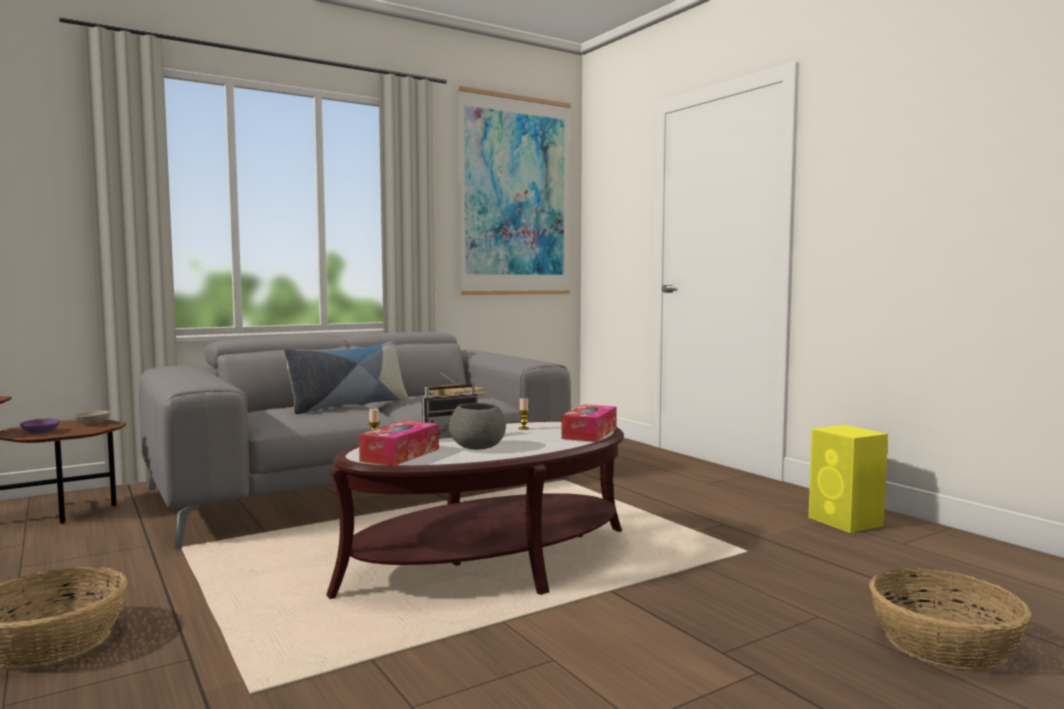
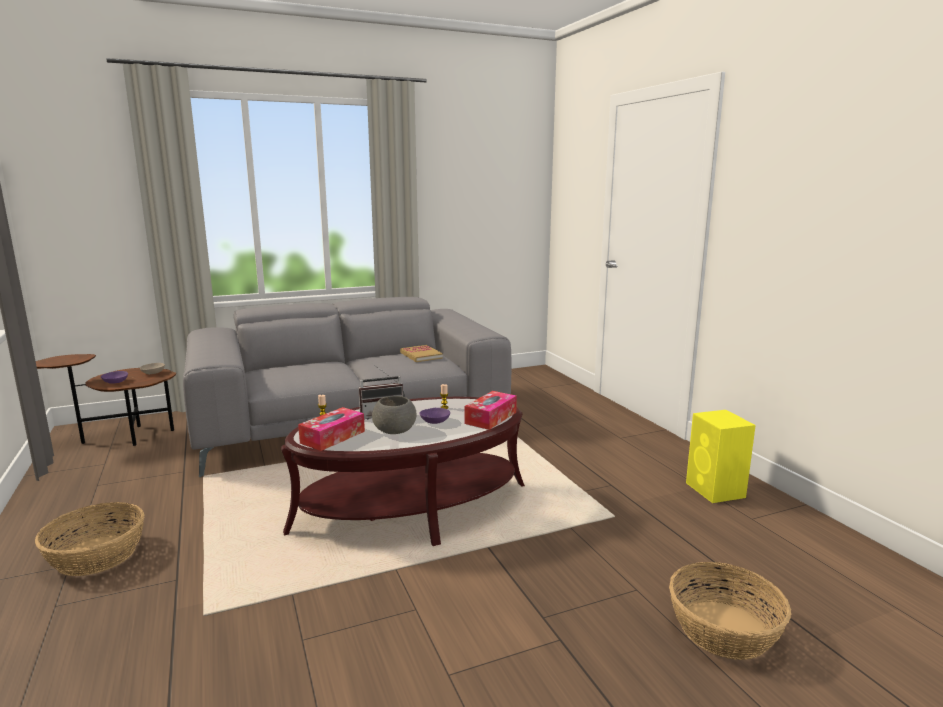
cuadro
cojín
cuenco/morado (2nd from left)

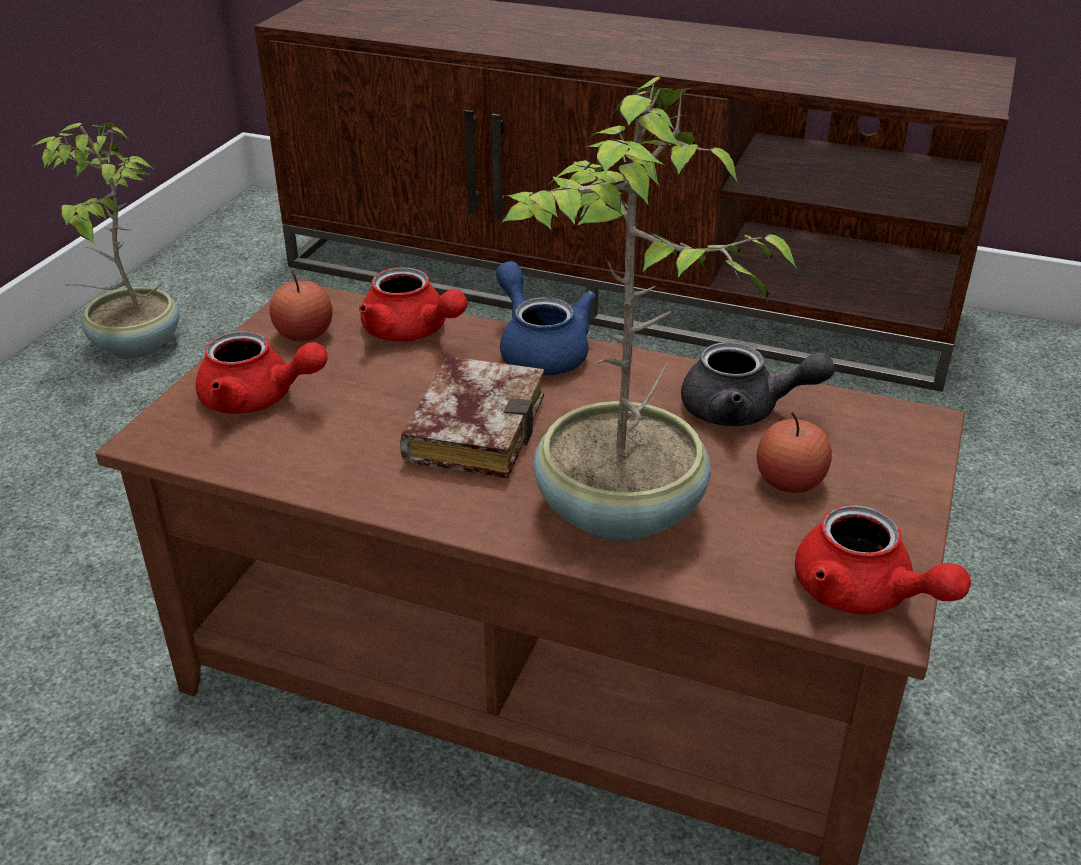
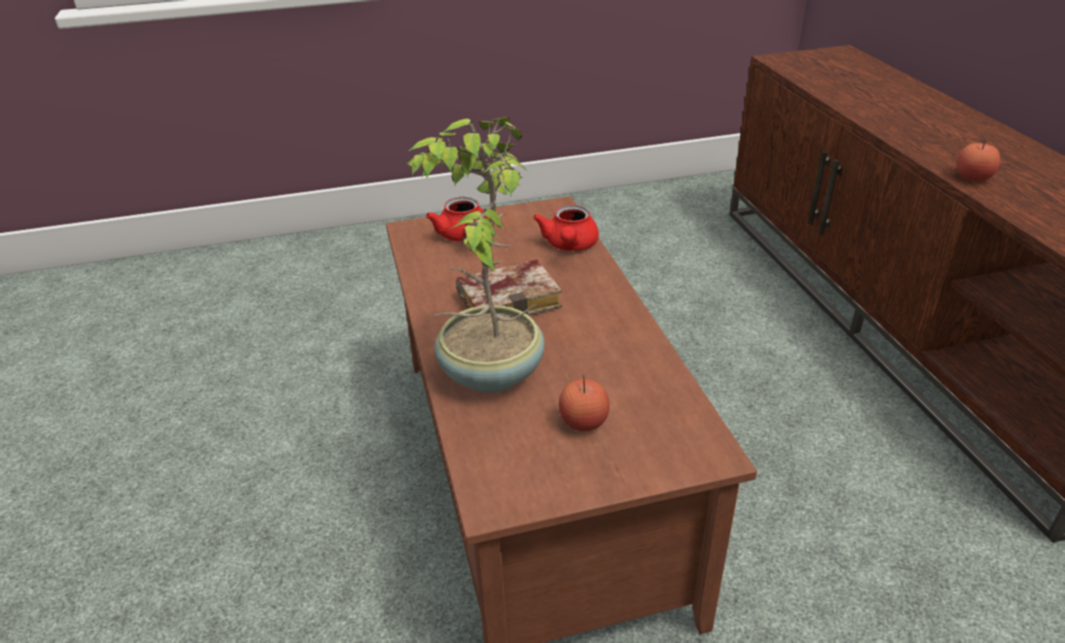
planta en maceta (1st from left in the first image)
tetera/azul
manzana (2nd from left)
tetera/gris
tetera/rojo (3rd from left in the first image)

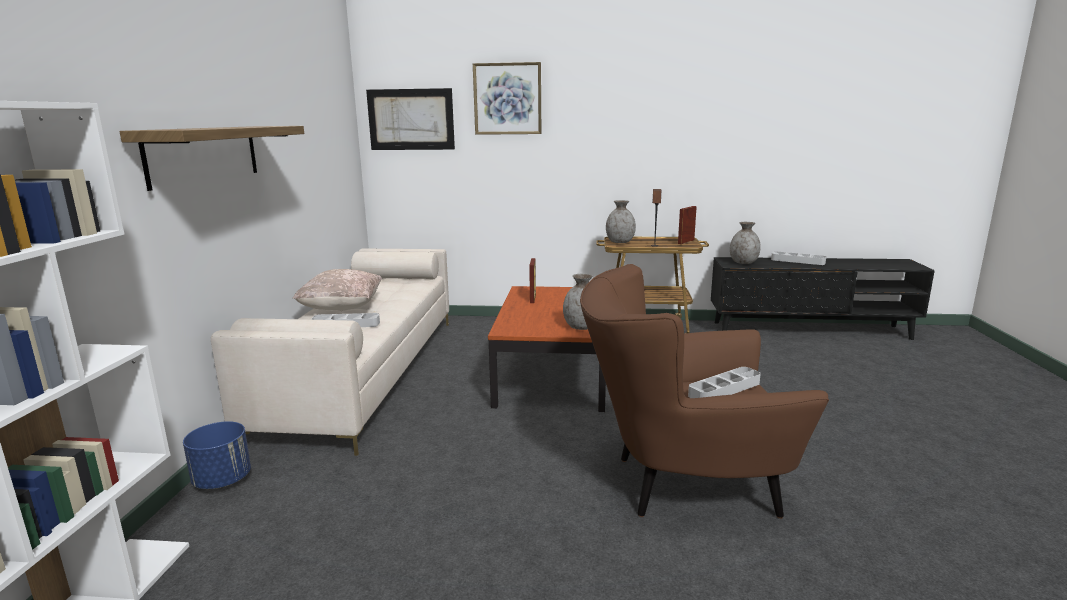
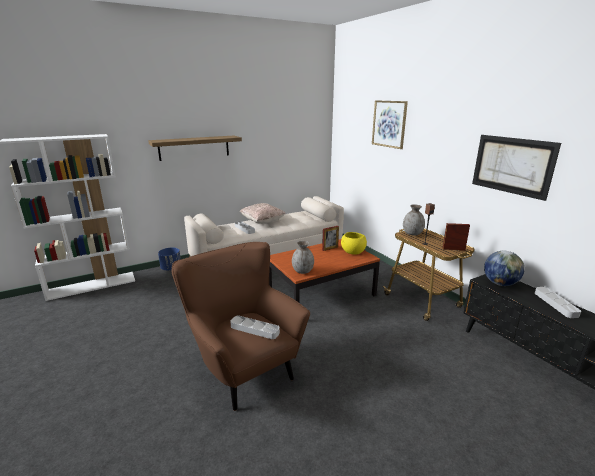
cuadro (2nd from left)
globo terráqueo
cuenco/amarillo

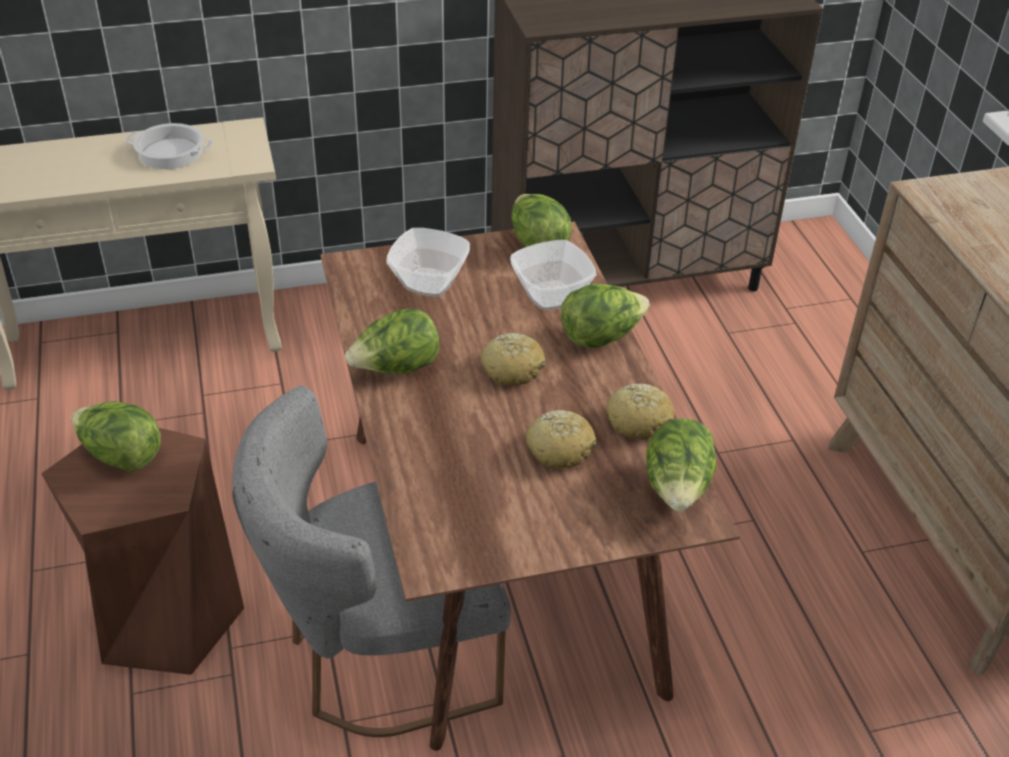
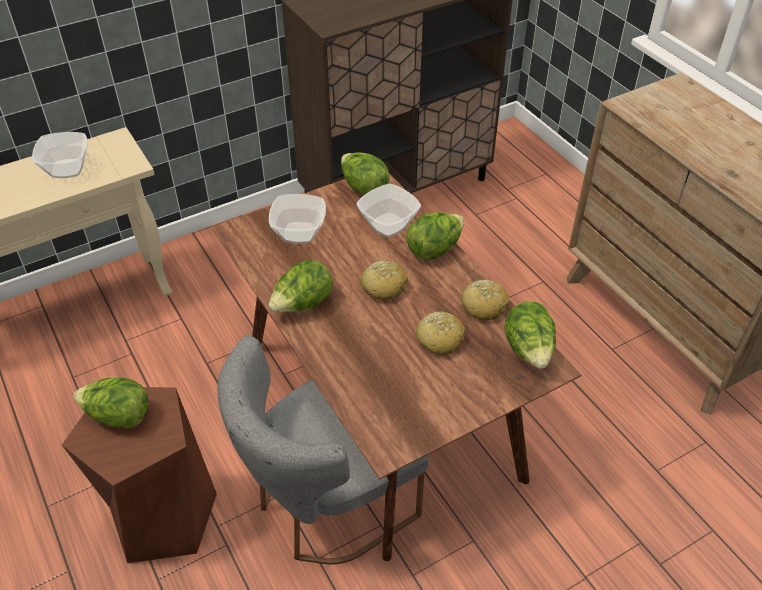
cuenco (1st from left)

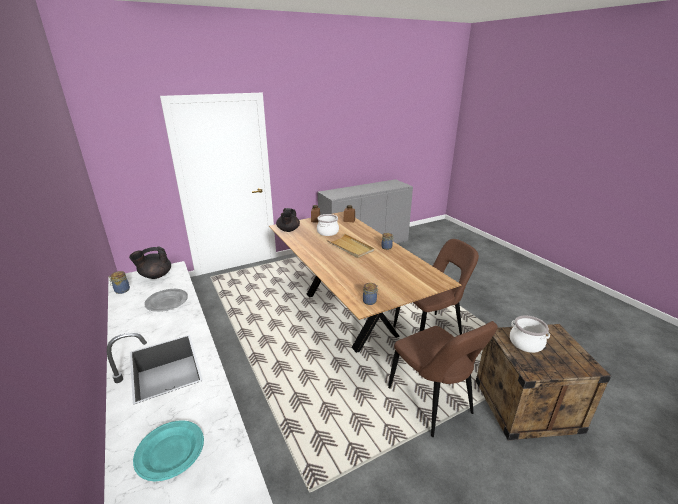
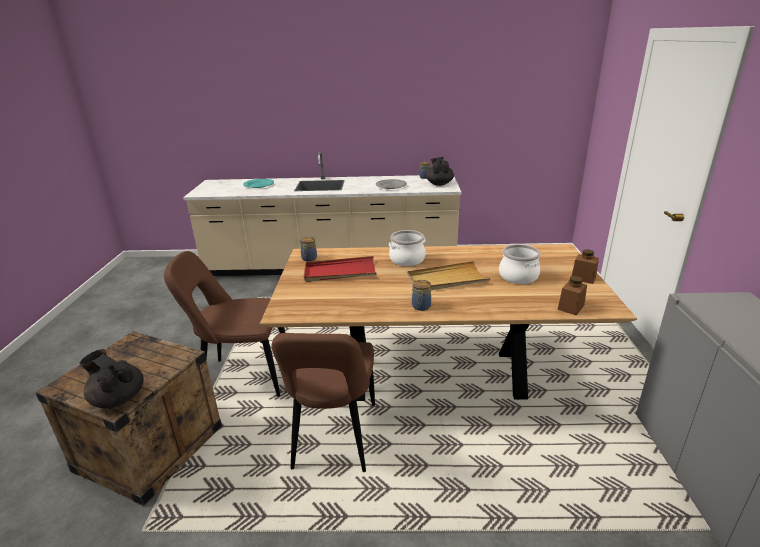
tetera/negro (1st from left)
olla (1st from left)
bandeja/rojo

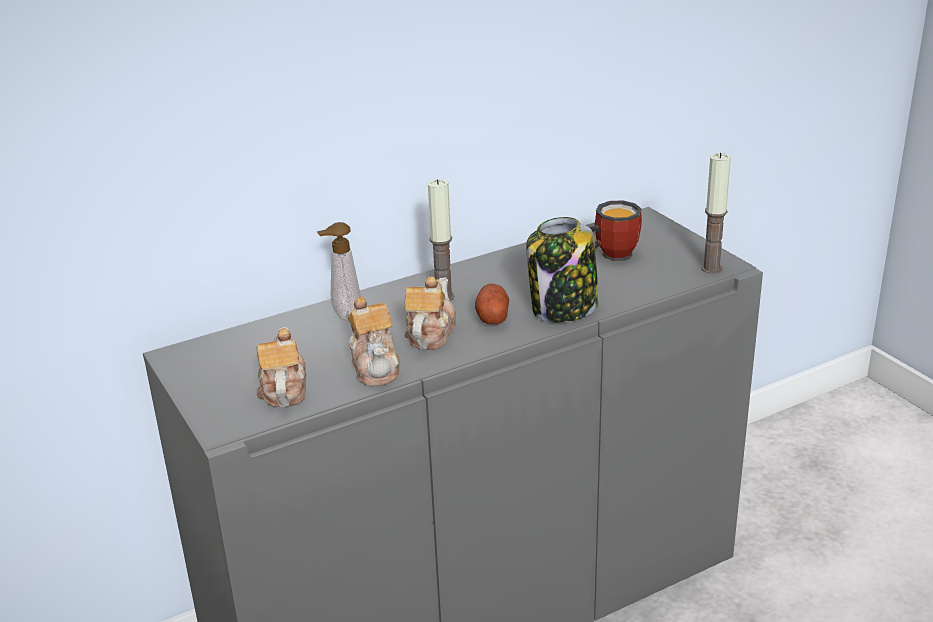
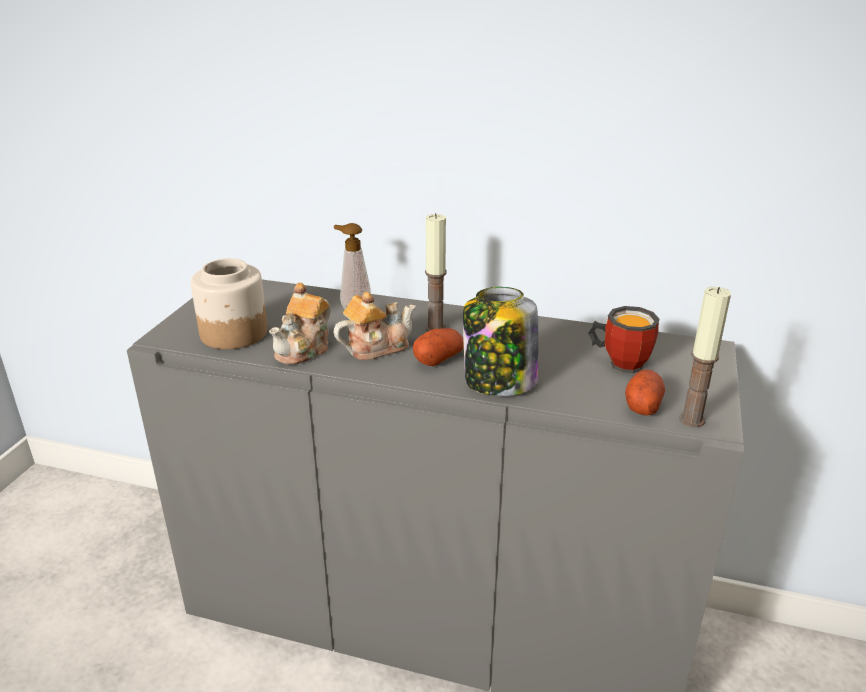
tarro (1st from left)
patata (2nd from left)

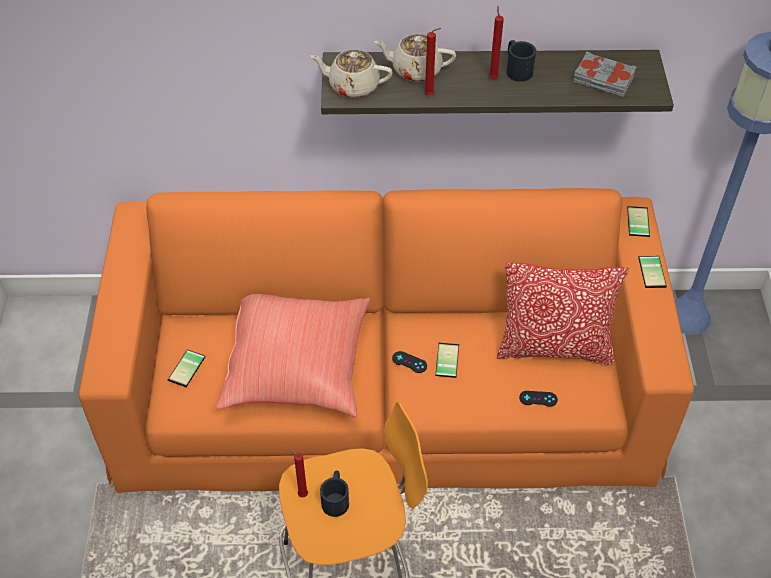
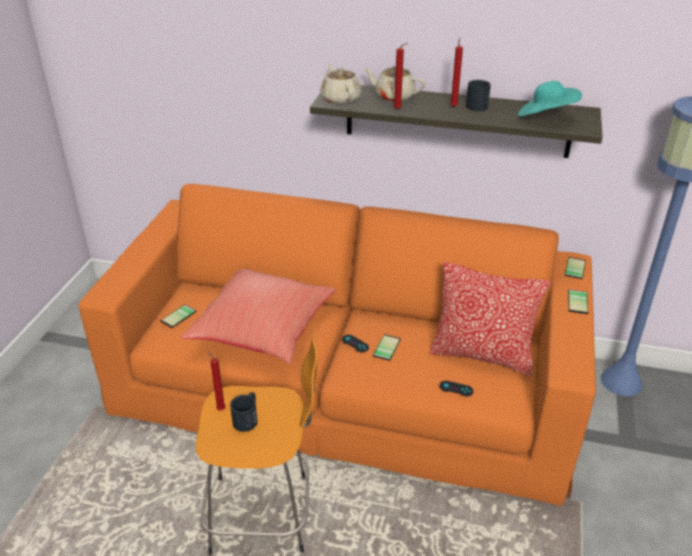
tetera/beis (1st from left)
sombrero/turquesa

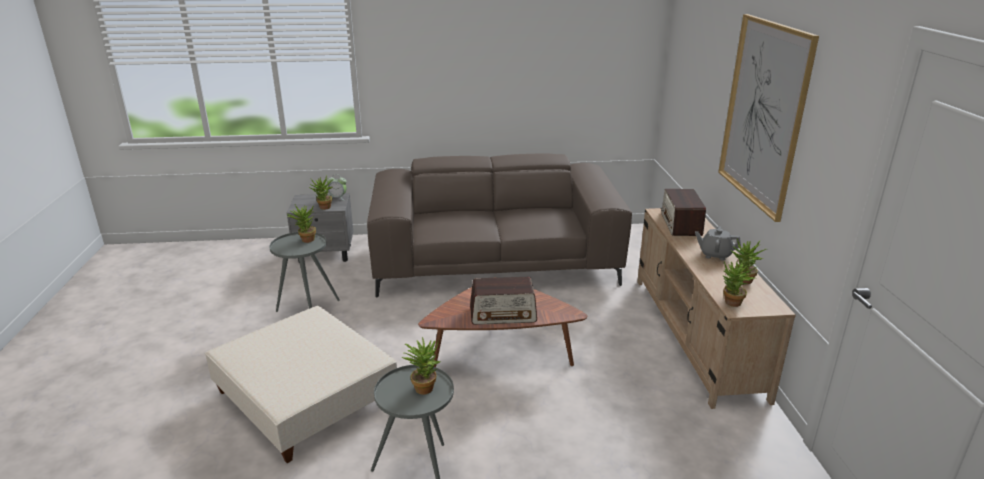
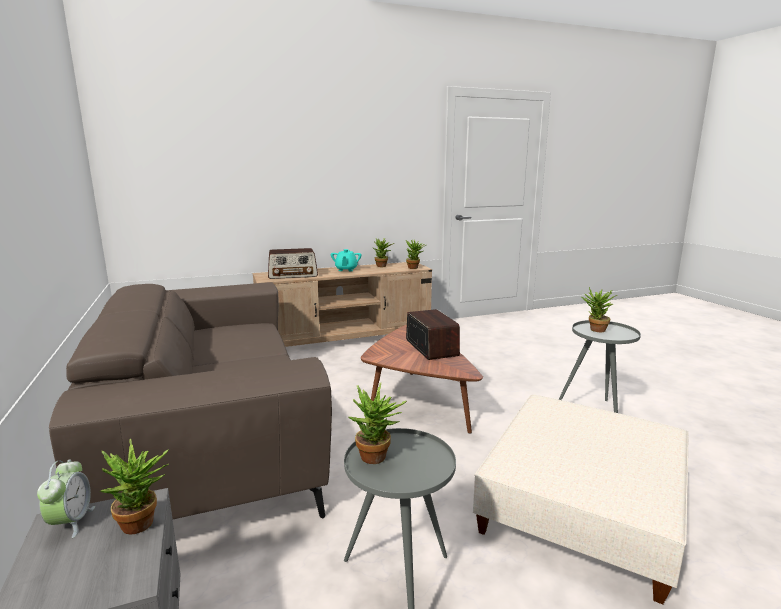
cuadro
tetera/turquesa

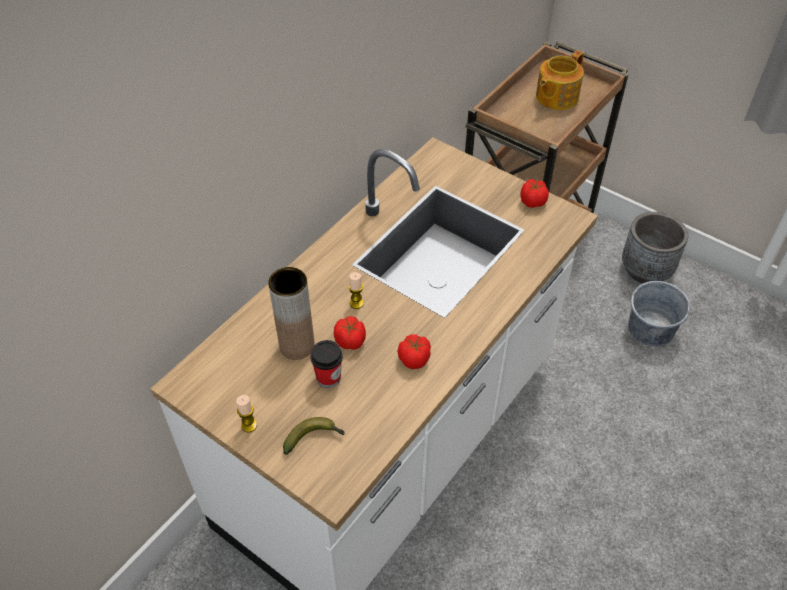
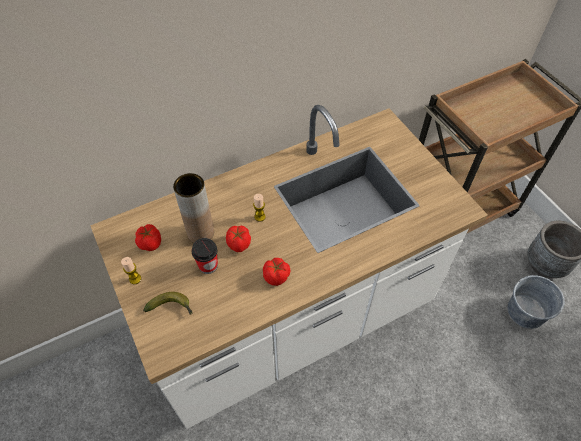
tetera
tomate (1st from left)

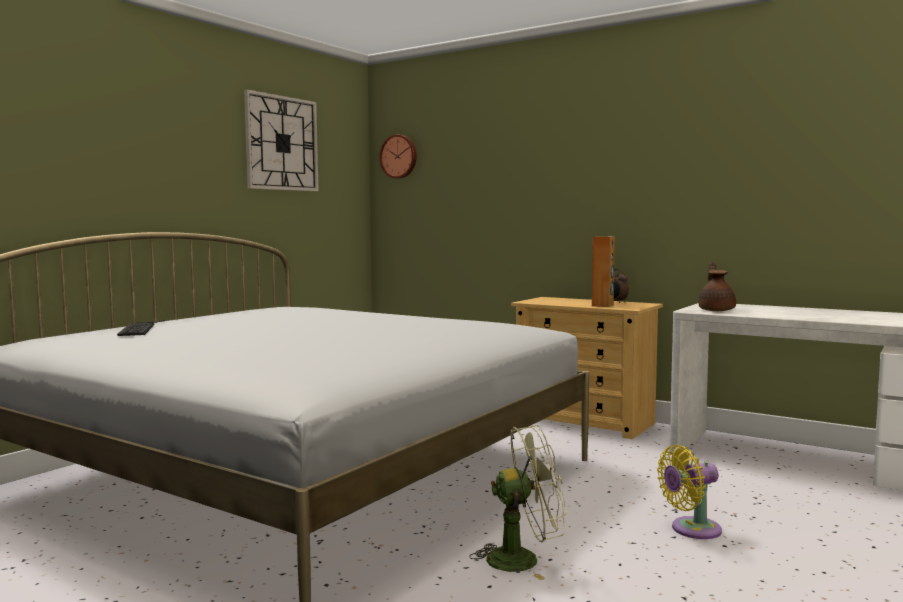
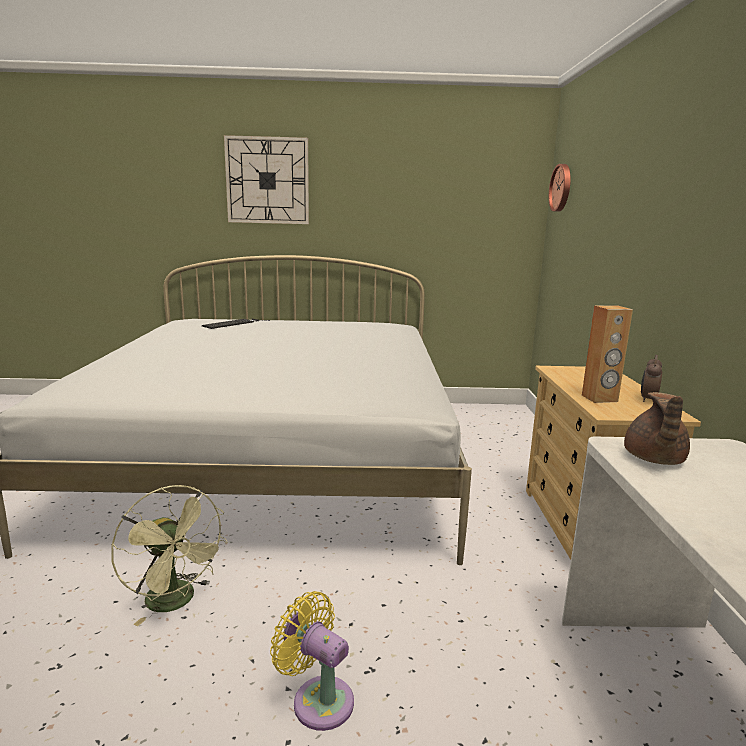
reloj de pared (1st from left)
tetera/marrón

